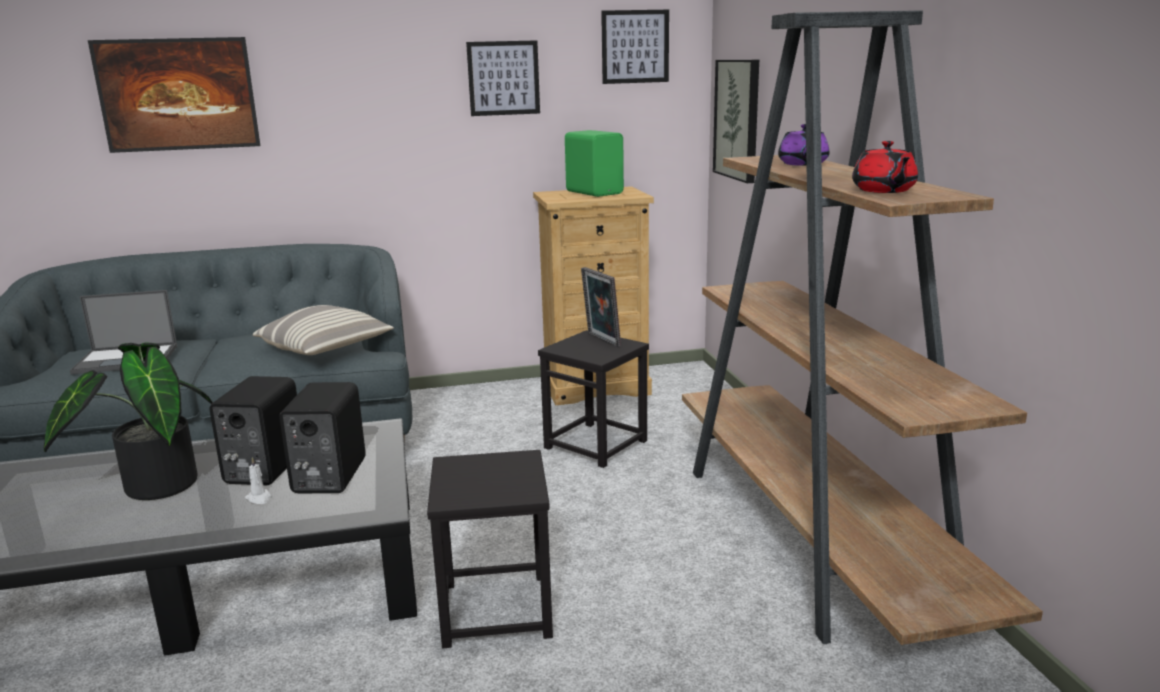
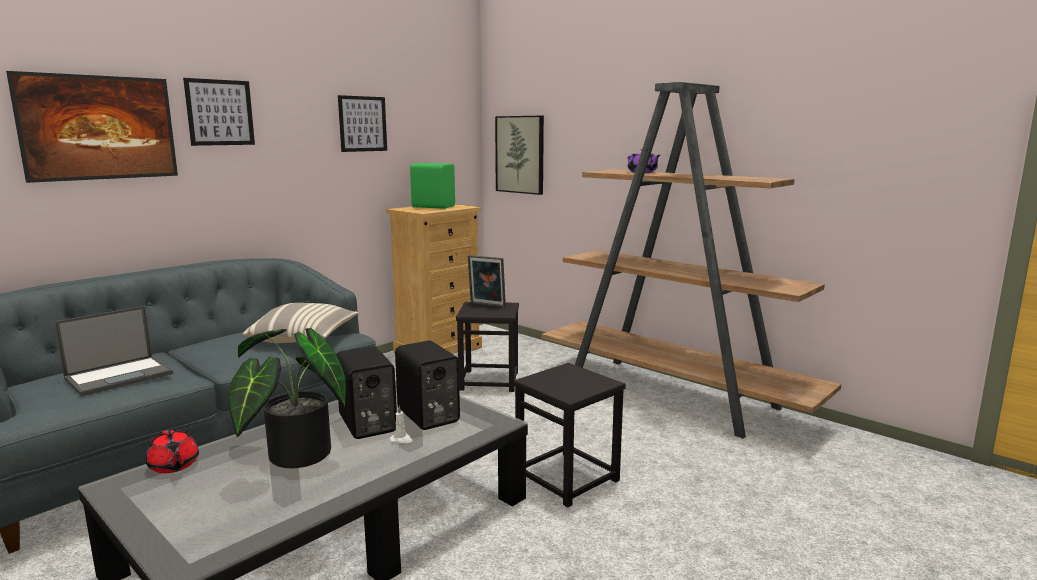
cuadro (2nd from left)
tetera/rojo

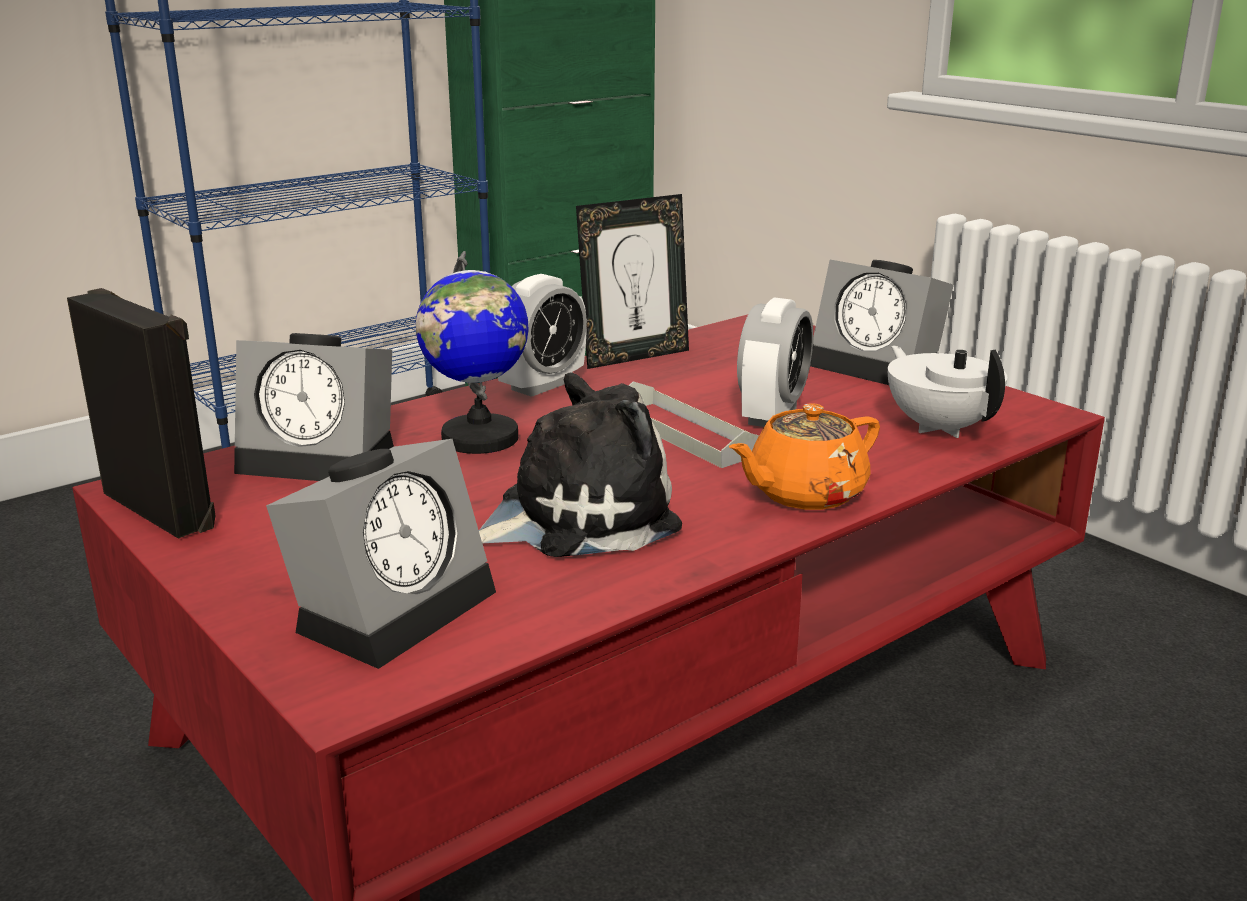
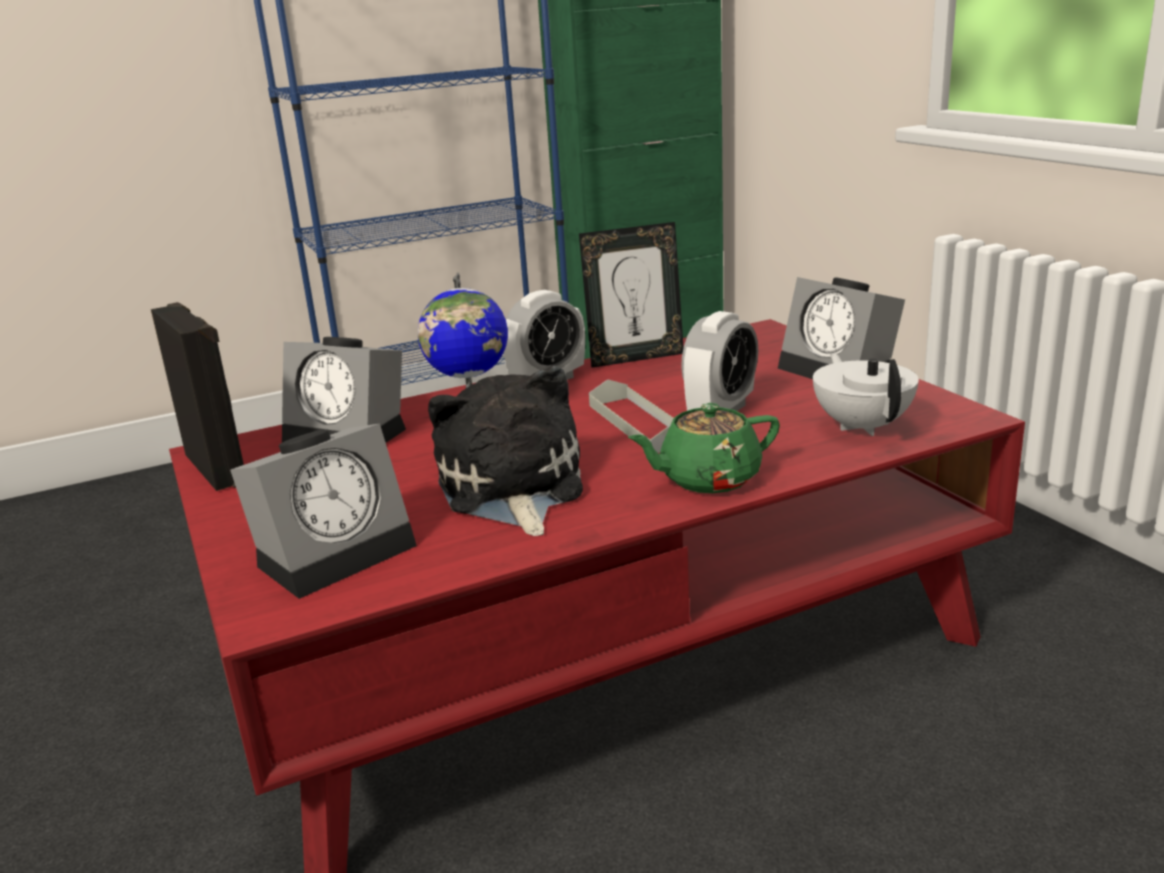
peluche
tetera/verde

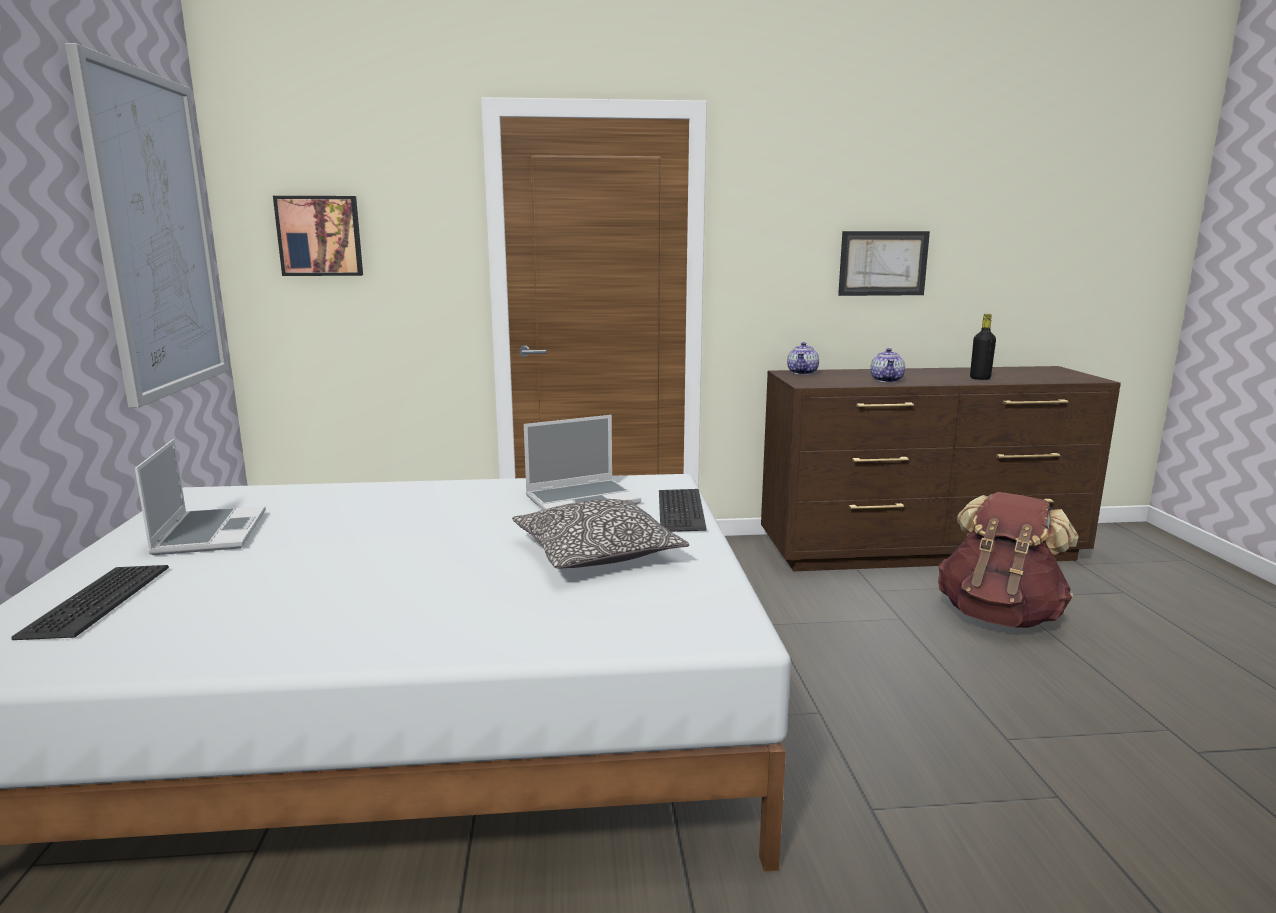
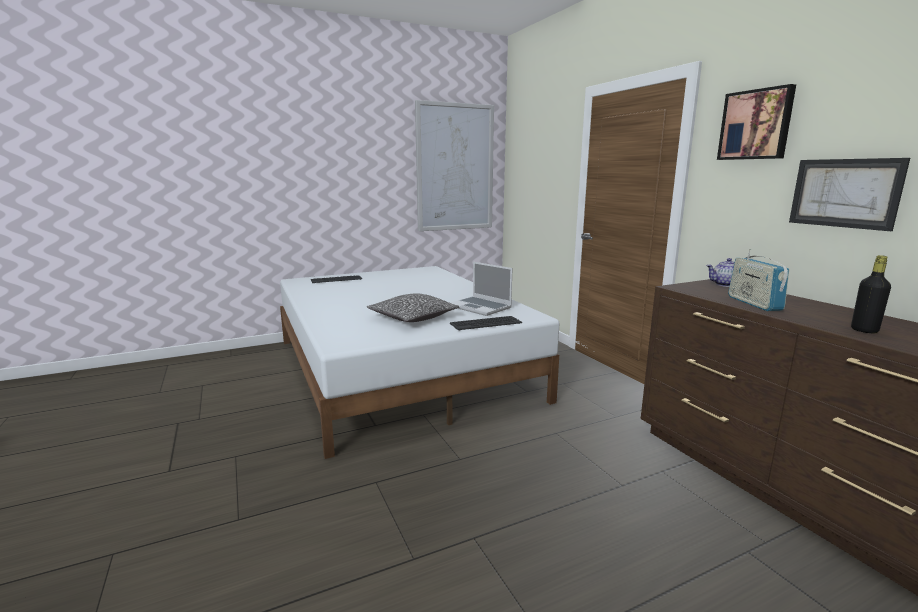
cuadro (2nd from left)
radio
portátil (1st from left in the first image)
mochila/marrón

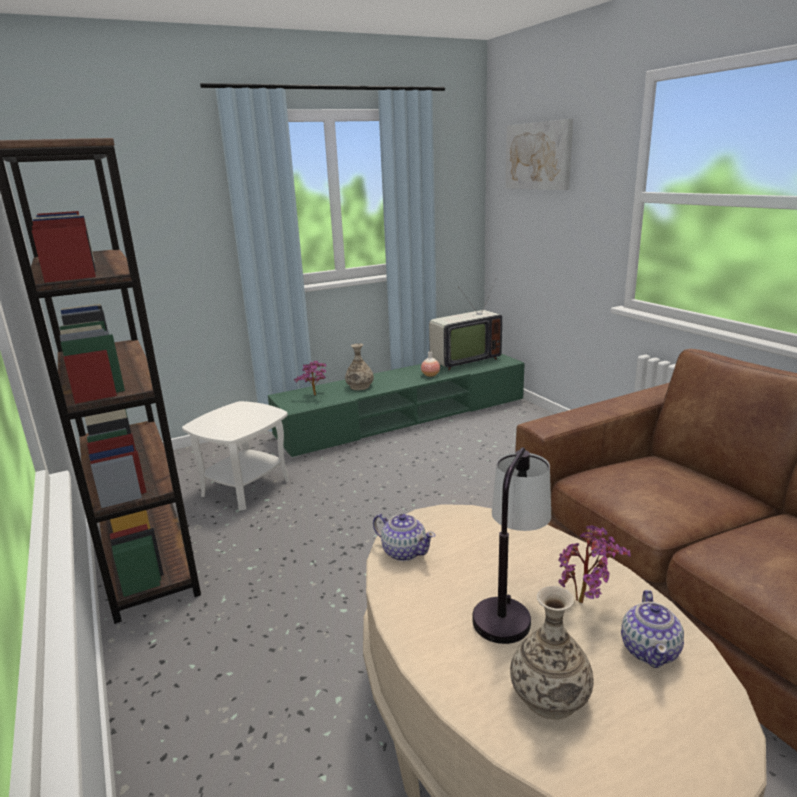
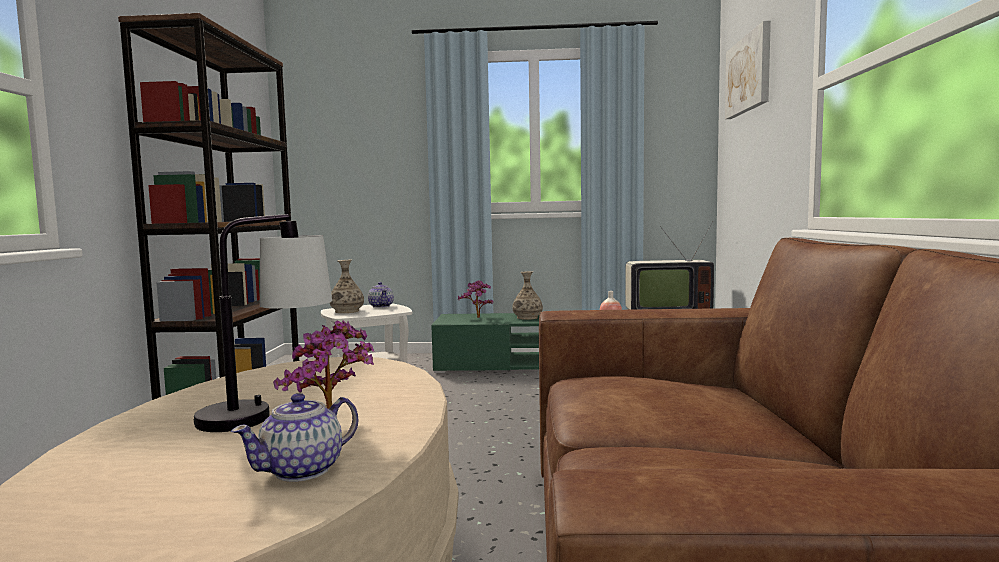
tetera (2nd from left)
florero (1st from left)

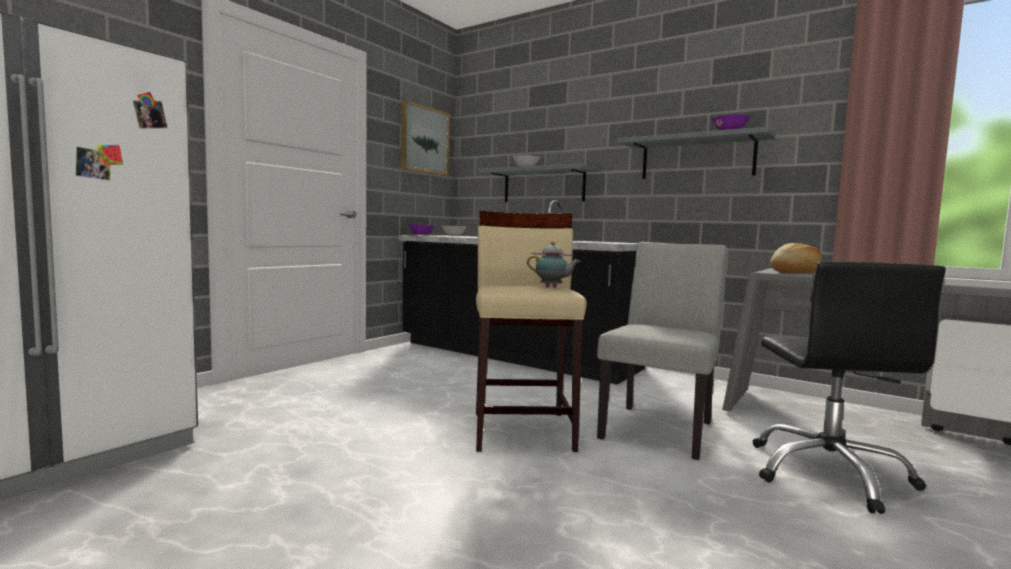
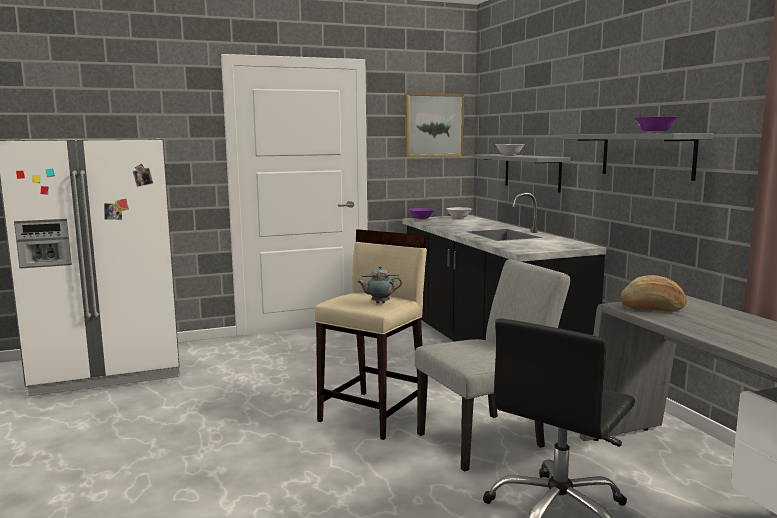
tetera

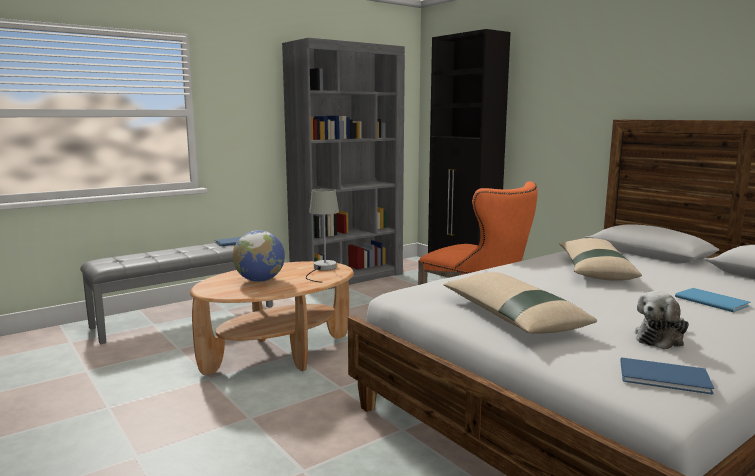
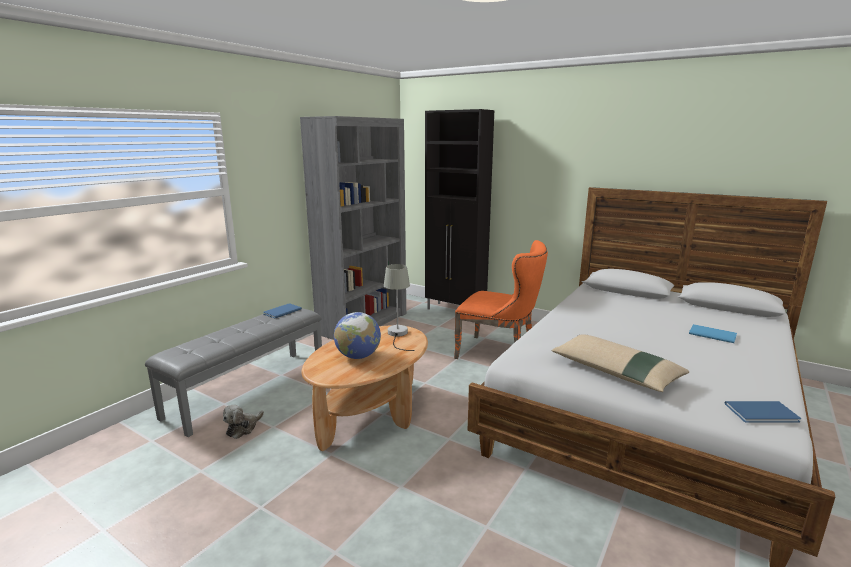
cojín/beis (2nd from left in the first image)
peluche

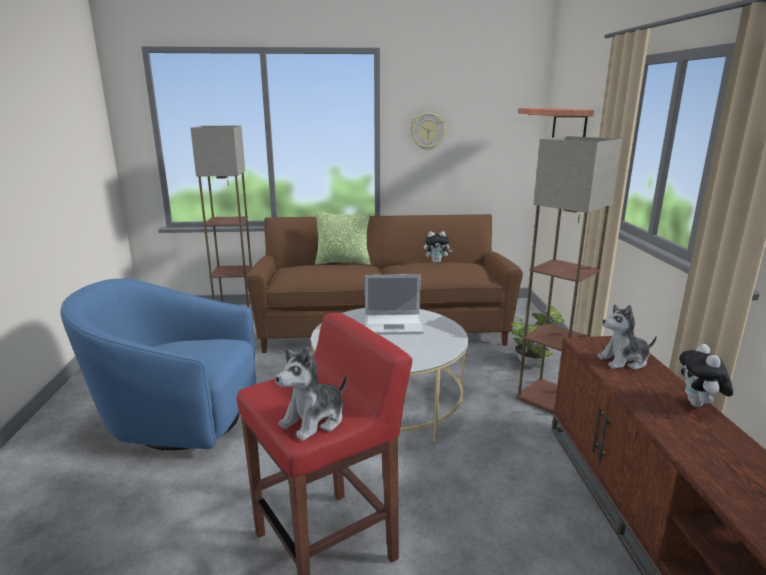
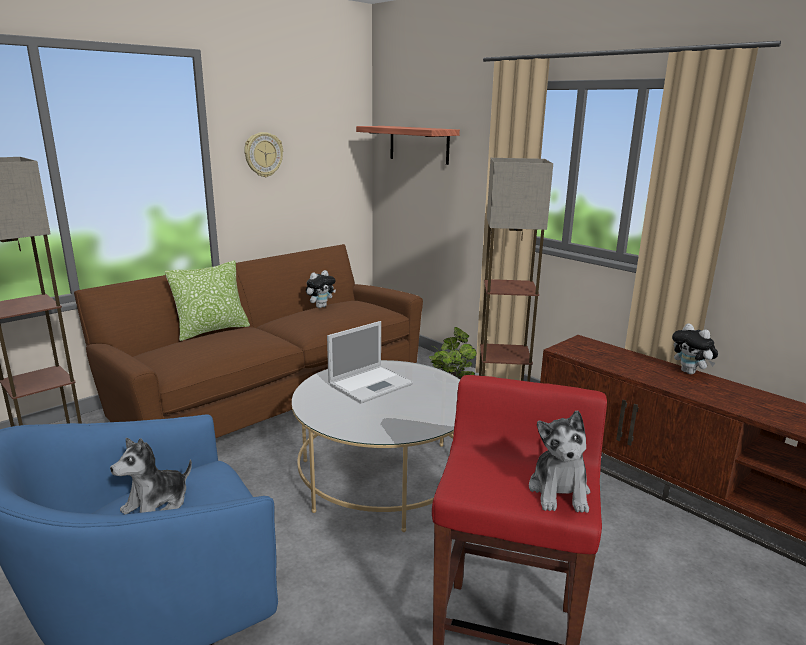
peluche (1st from left)

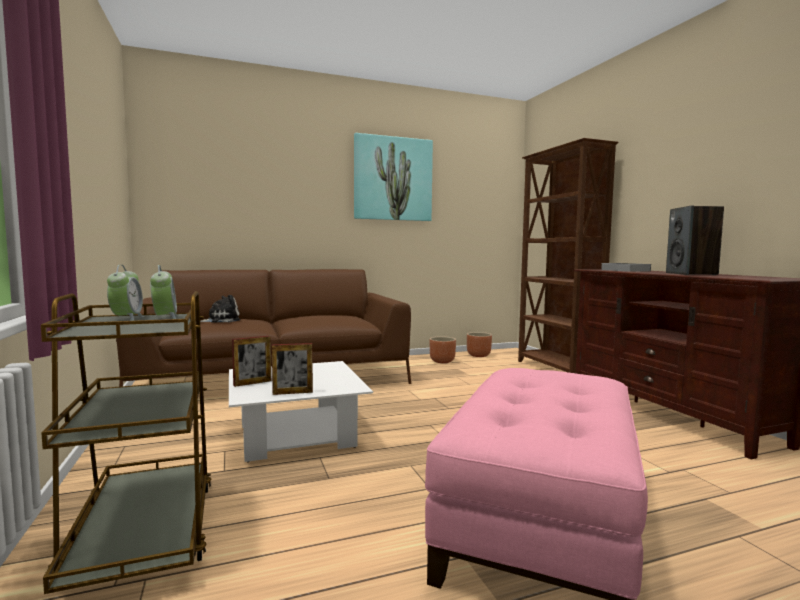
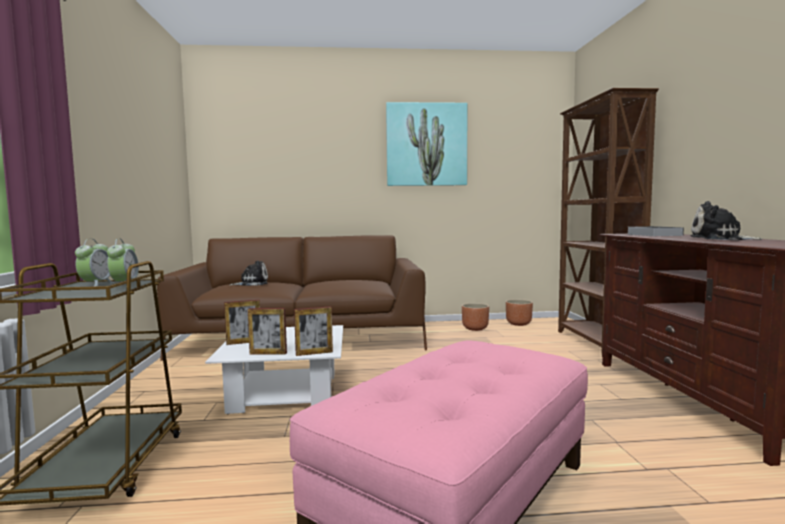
peluche (2nd from left)
portarretratos (3rd from left)

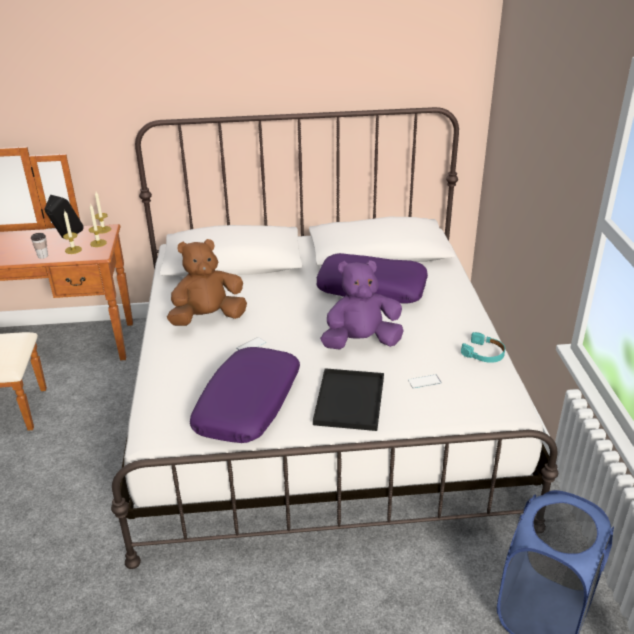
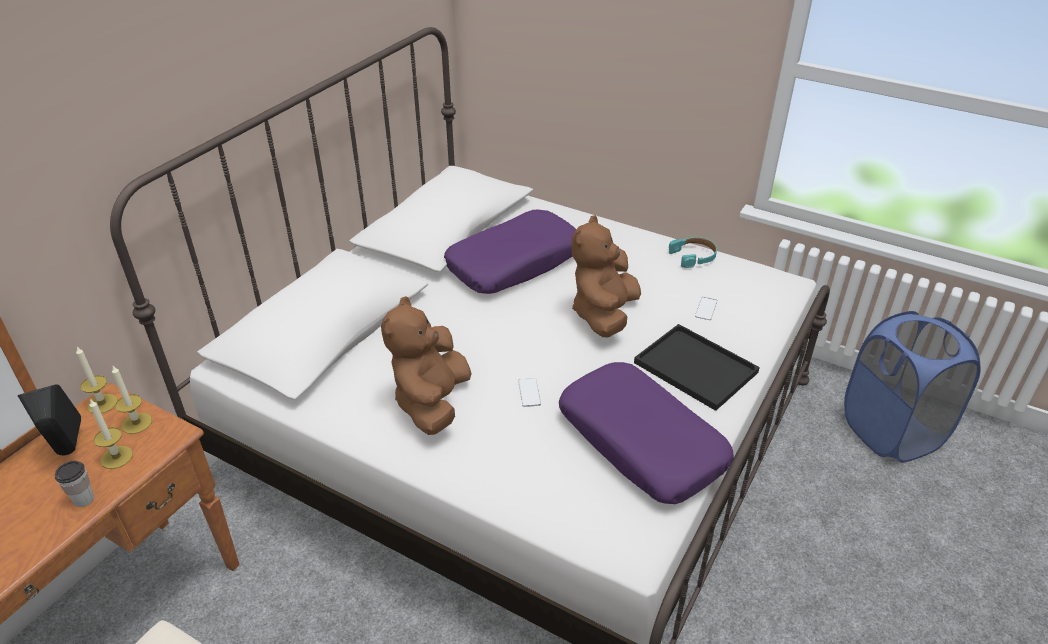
peluche/marrón (2nd from left)

